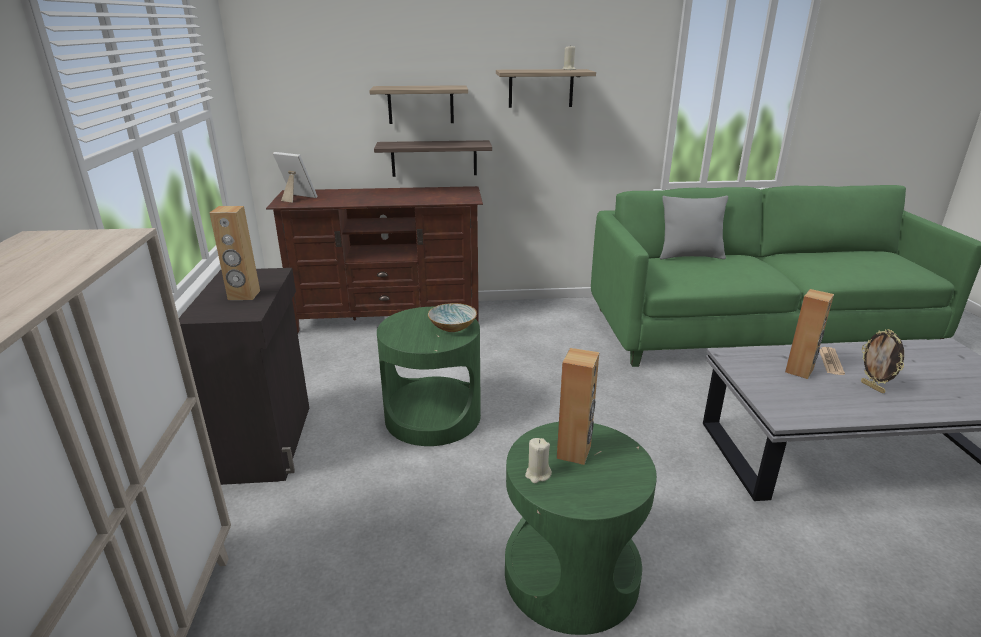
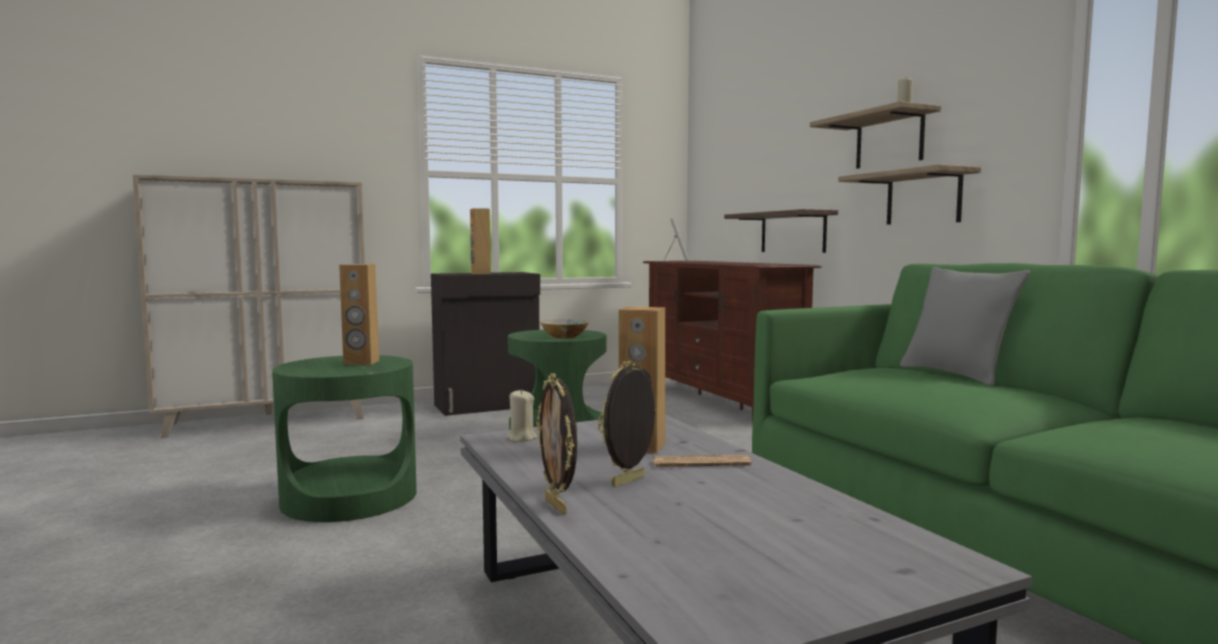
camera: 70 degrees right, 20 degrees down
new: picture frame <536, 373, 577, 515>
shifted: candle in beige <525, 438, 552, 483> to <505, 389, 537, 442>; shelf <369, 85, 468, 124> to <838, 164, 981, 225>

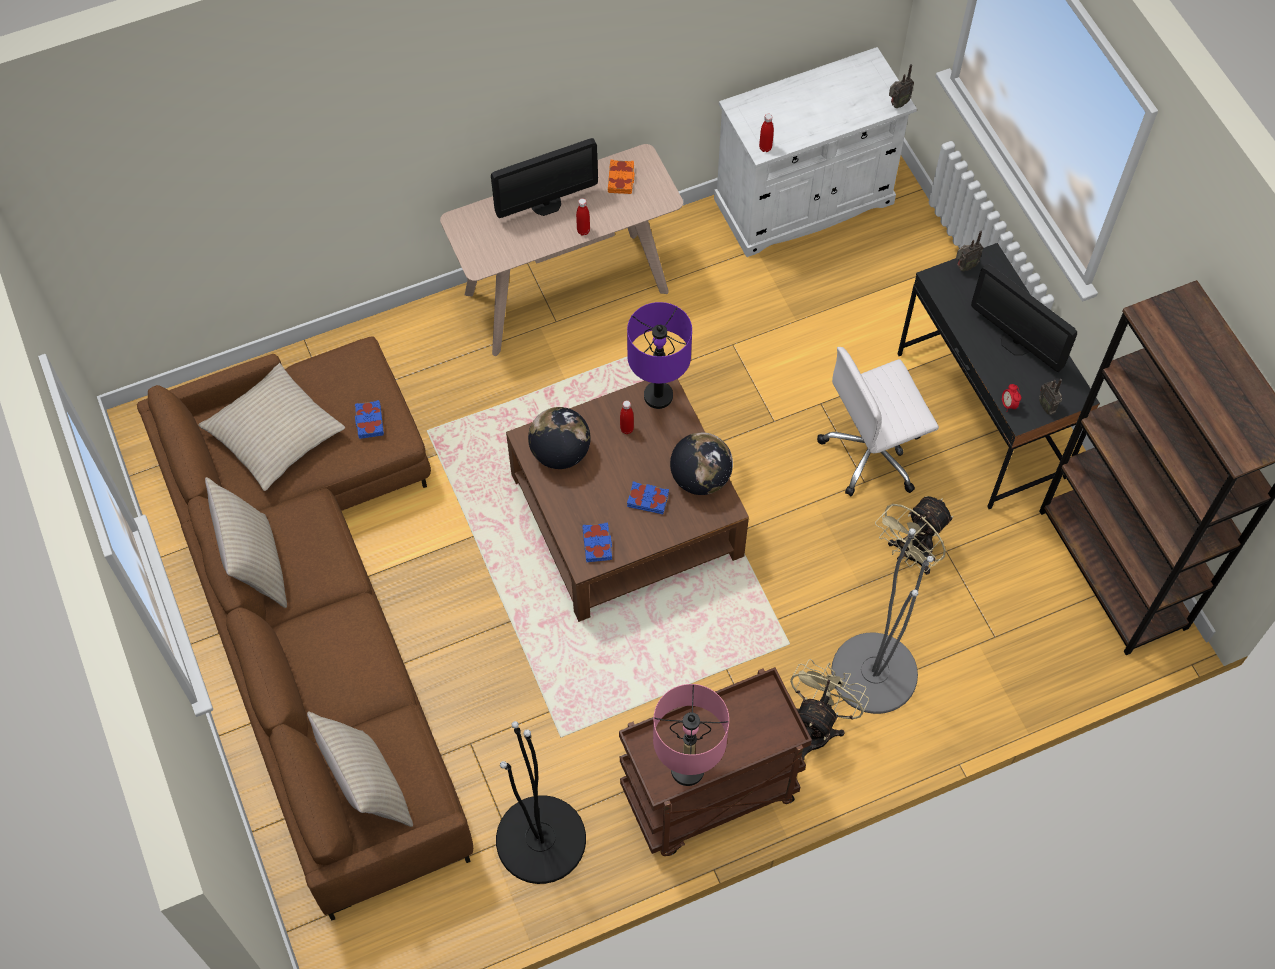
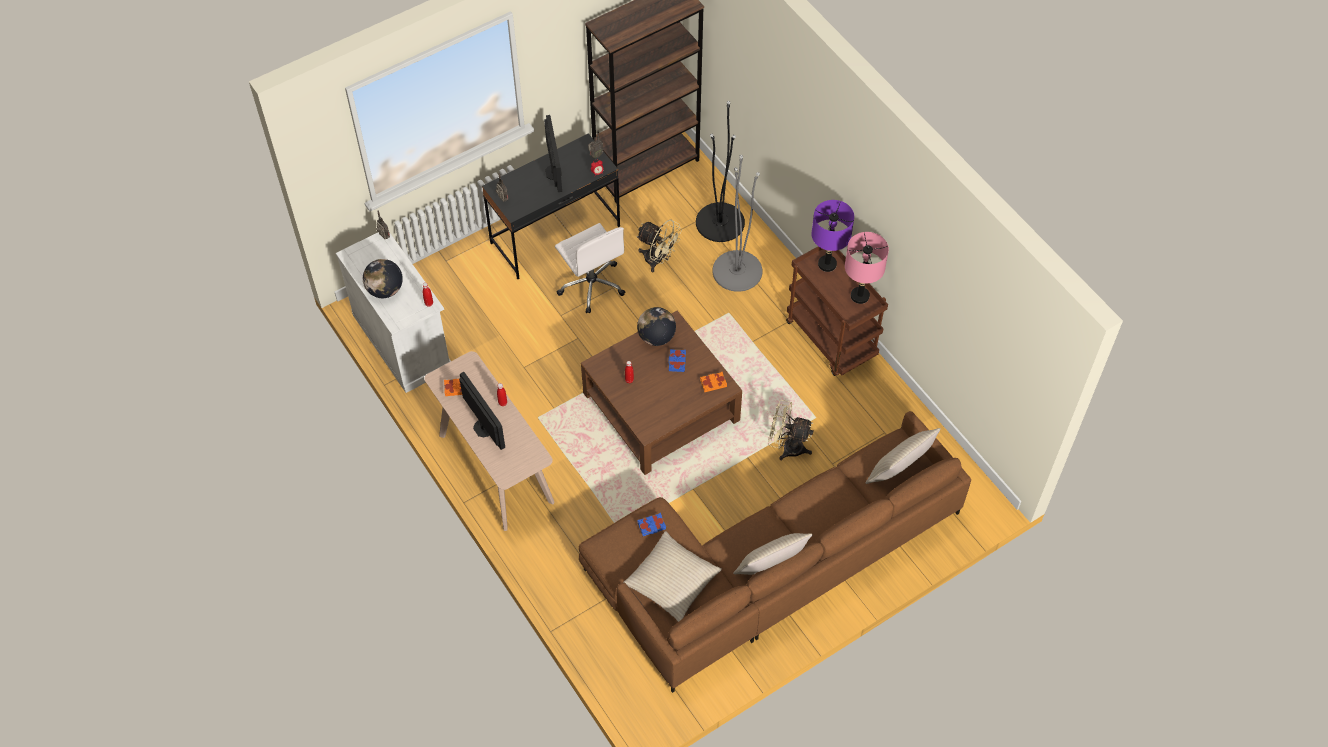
camera: 100 degrees left, 5 degrees down
shifted: globe <528, 407, 591, 469> to <363, 259, 403, 298>; floor lamp in black <496, 721, 586, 884> to <696, 101, 745, 242>; fan in beige <790, 659, 869, 760> to <768, 400, 814, 460>; table lamp in purple <627, 302, 692, 409> to <811, 200, 854, 272>
repainted: book in blue <583, 522, 612, 562> to book in orange <700, 372, 727, 392>
rotated: monitor <971, 264, 1077, 372> = <544, 115, 562, 192> 45 degrees counterclockwise

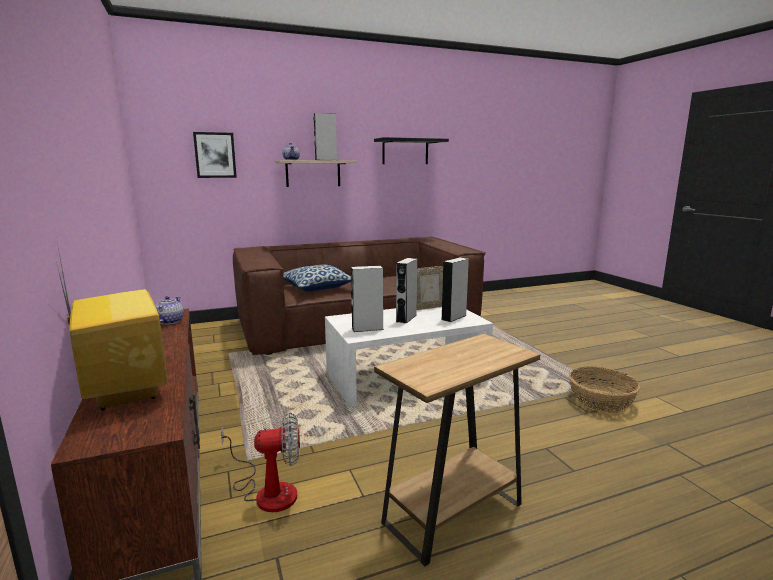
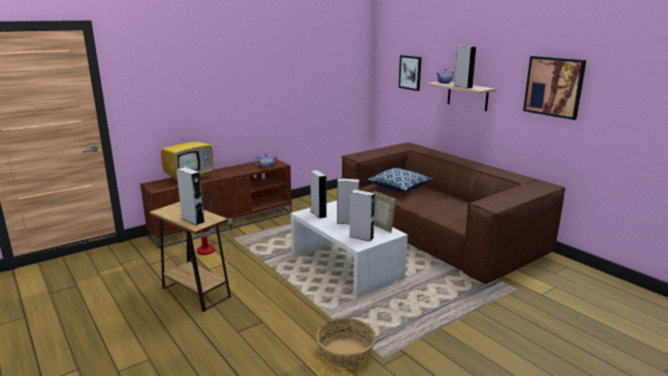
camera: 75 degrees right, 5 degrees up
new: speaker in grey <176, 167, 205, 226>
swapped: shelf in black <374, 137, 449, 164> to picture <523, 56, 586, 120>

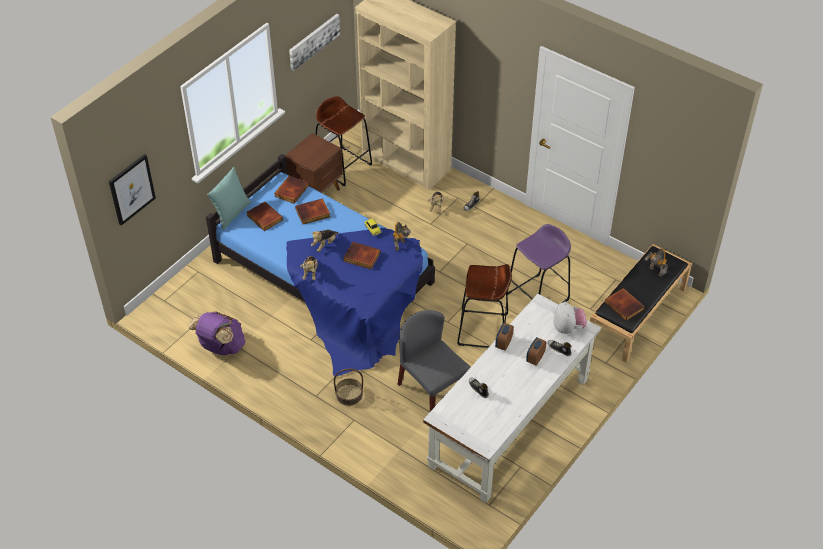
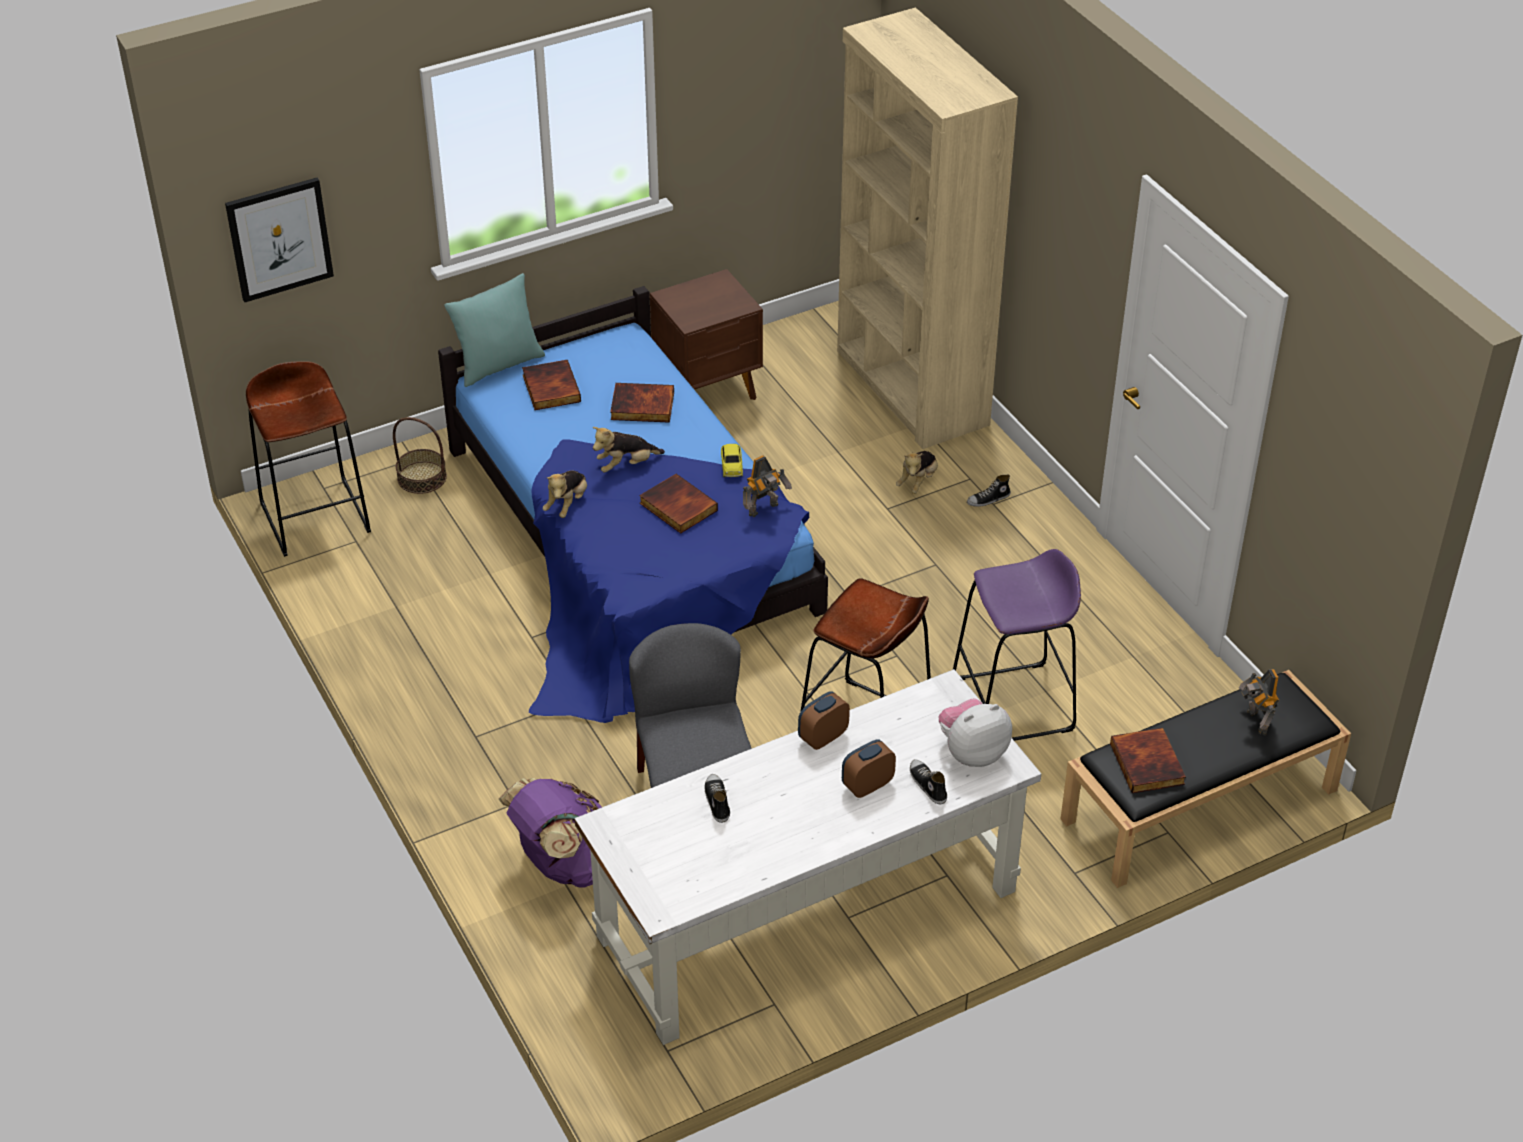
camera: 25 degrees right, 5 degrees down
gone: book <274, 176, 309, 204>; picture <289, 14, 340, 71>
shifted: stool in brown <316, 96, 372, 186> to <246, 361, 371, 557>; basket <334, 369, 363, 406> to <393, 417, 447, 494>; backpack in purple <188, 311, 245, 355> to <498, 778, 602, 888>
rotated: plush toy <554, 302, 587, 334> = <939, 698, 1012, 767> 135 degrees counterclockwise

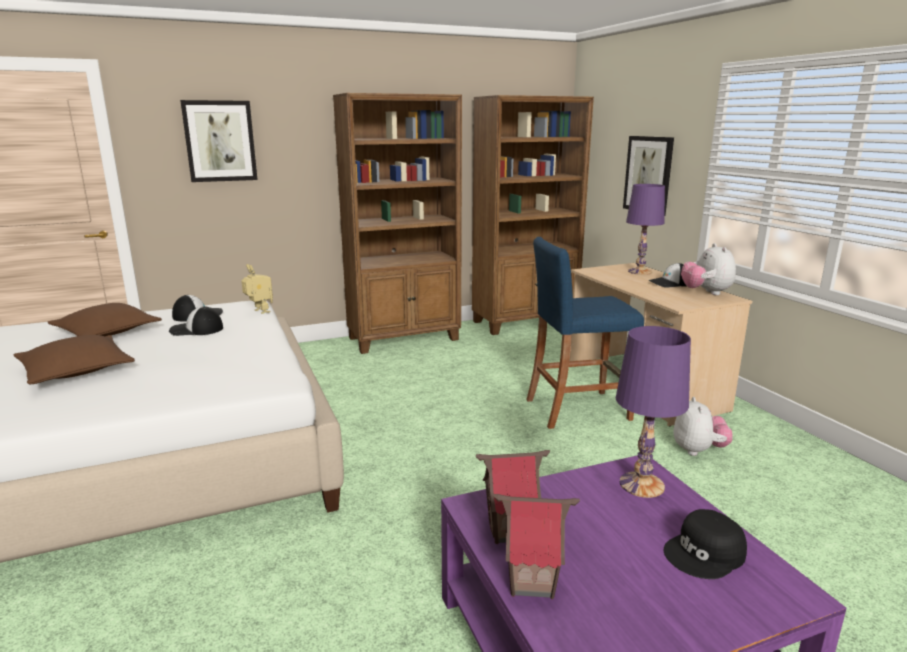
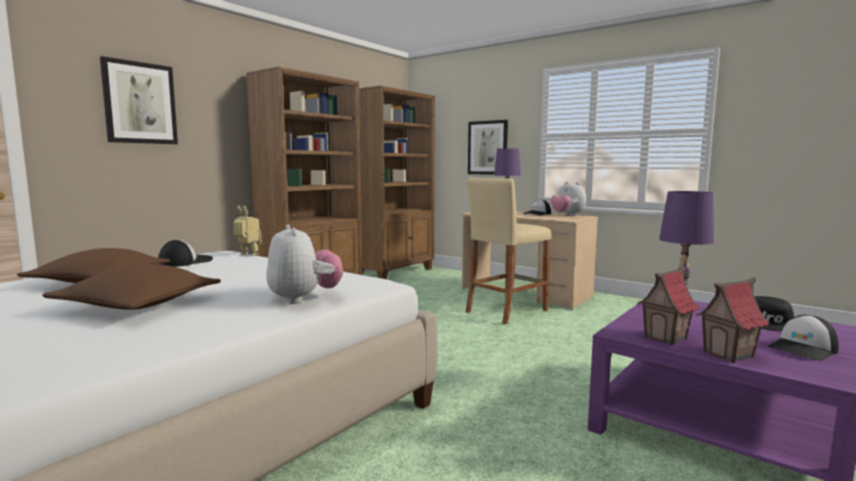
camera: 30 degrees left, 10 degrees down
shifted: plush toy <674, 397, 732, 456> to <266, 224, 343, 304>; cap <169, 306, 223, 336> to <768, 315, 839, 361>
repainted: stool in blue <526, 237, 644, 429> to stool in beige <465, 178, 551, 324>

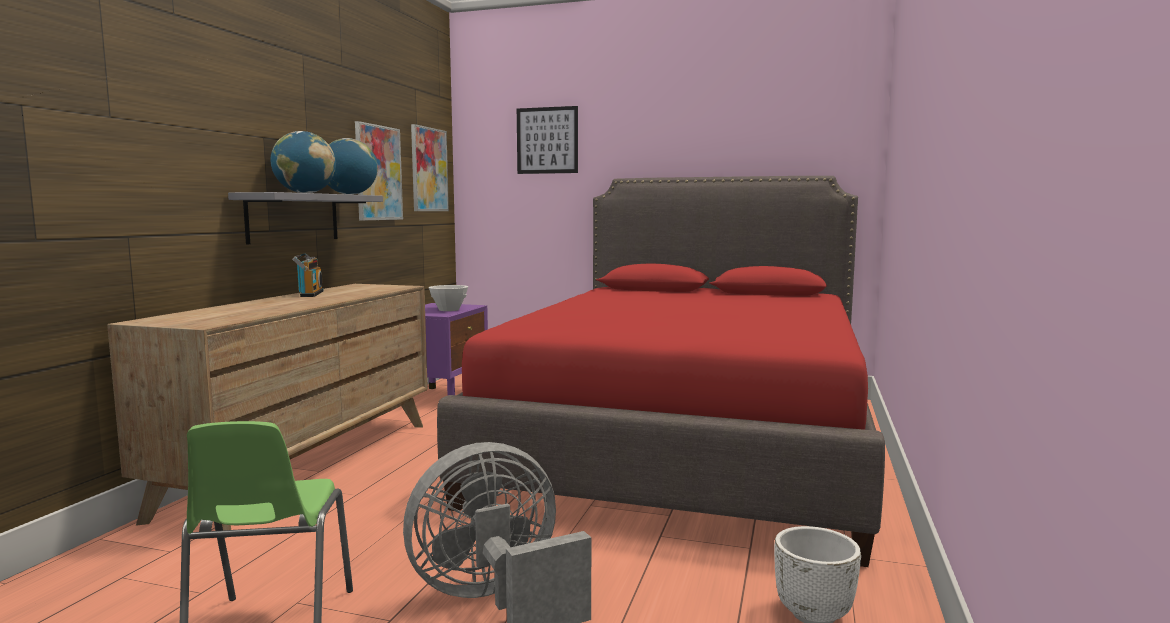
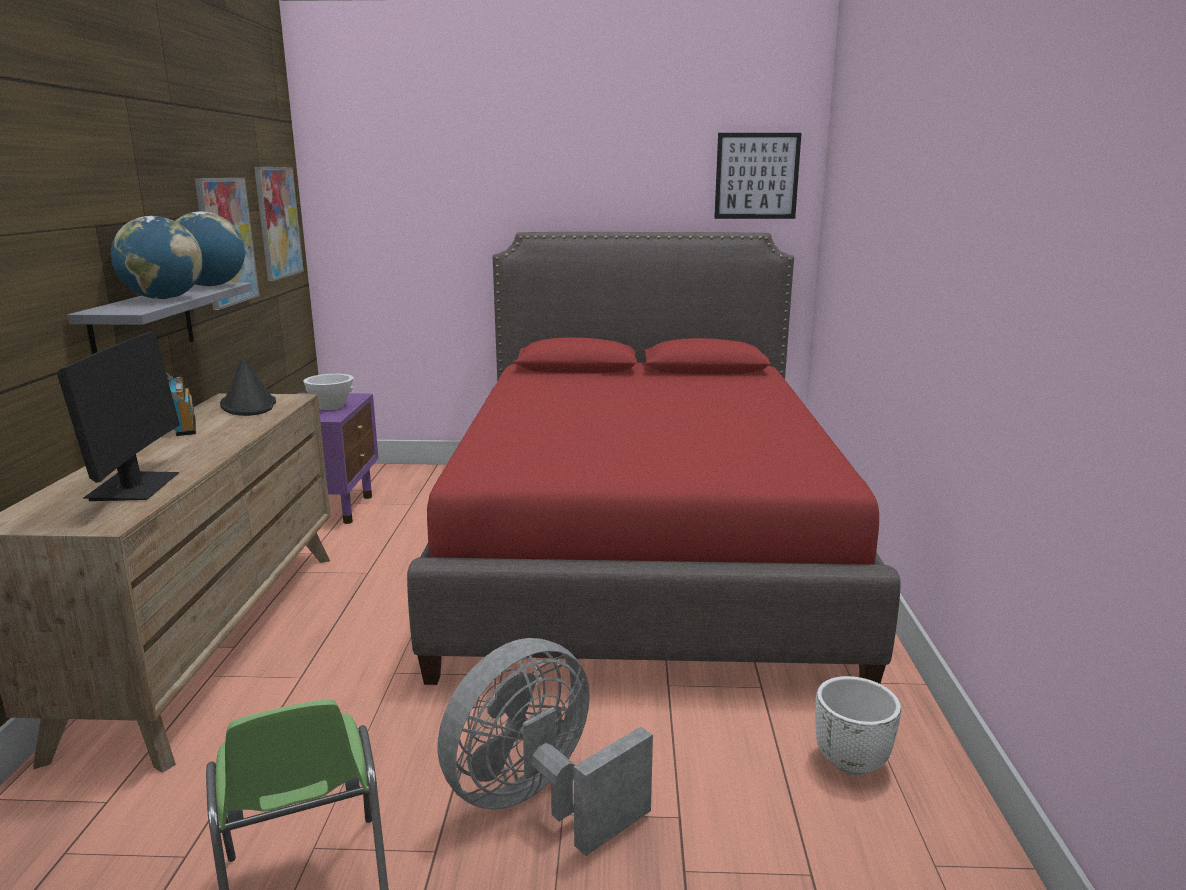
camera: 15 degrees left, 10 degrees up
new: monitor <57, 331, 180, 501>; hat in black <220, 357, 276, 416>
shifted: picture <517, 106, 578, 174> to <714, 133, 802, 219>

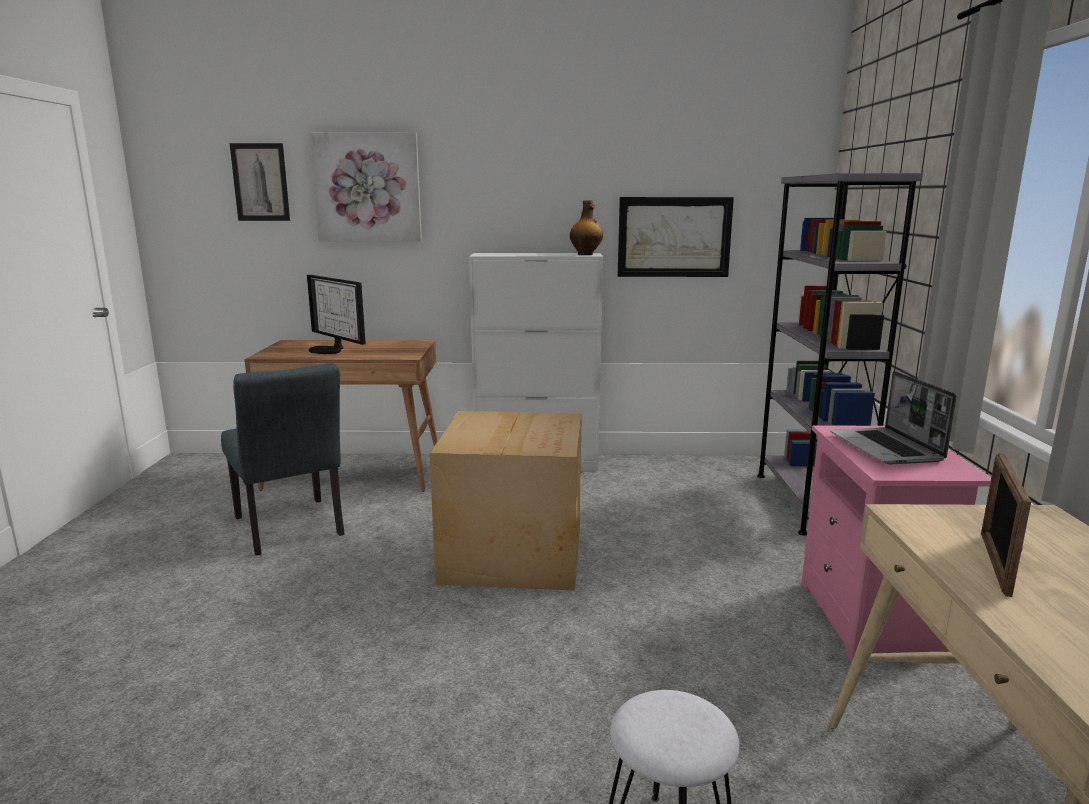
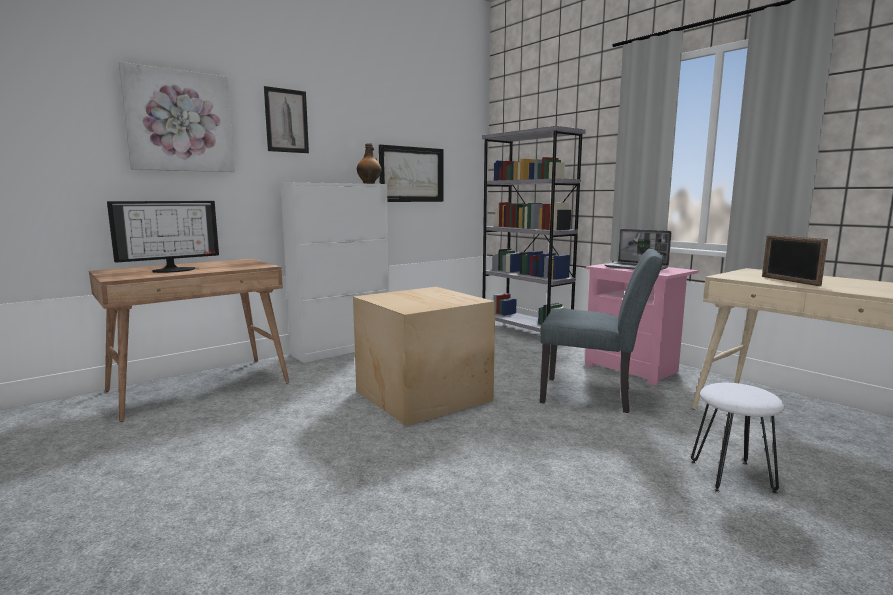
camera: 40 degrees left, 5 degrees down
shifted: picture <230, 143, 290, 221> to <264, 86, 309, 153>; chair in grey <221, 363, 345, 555> to <540, 249, 663, 413>
rotated: monitor <307, 275, 366, 354> = <107, 201, 219, 273> 45 degrees counterclockwise

